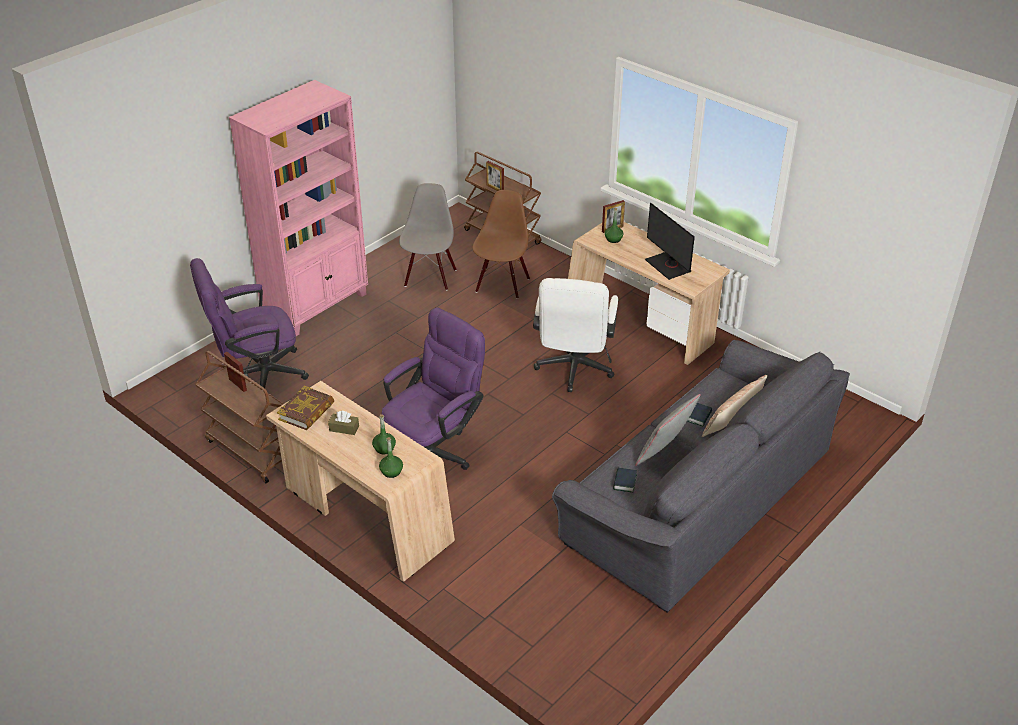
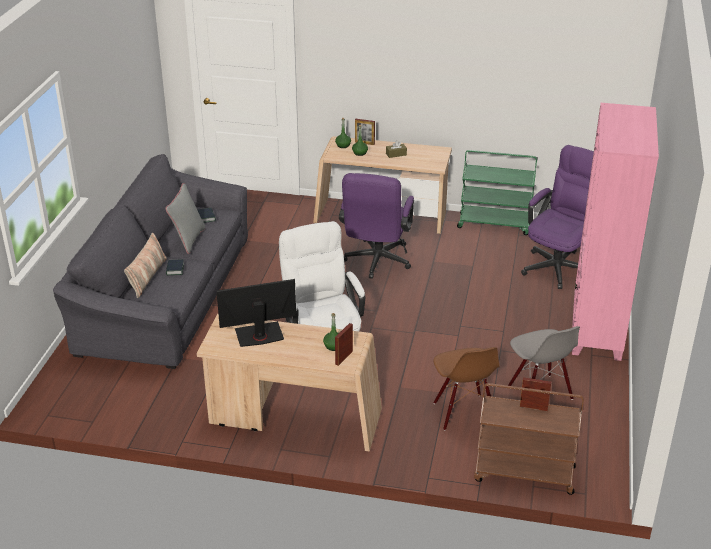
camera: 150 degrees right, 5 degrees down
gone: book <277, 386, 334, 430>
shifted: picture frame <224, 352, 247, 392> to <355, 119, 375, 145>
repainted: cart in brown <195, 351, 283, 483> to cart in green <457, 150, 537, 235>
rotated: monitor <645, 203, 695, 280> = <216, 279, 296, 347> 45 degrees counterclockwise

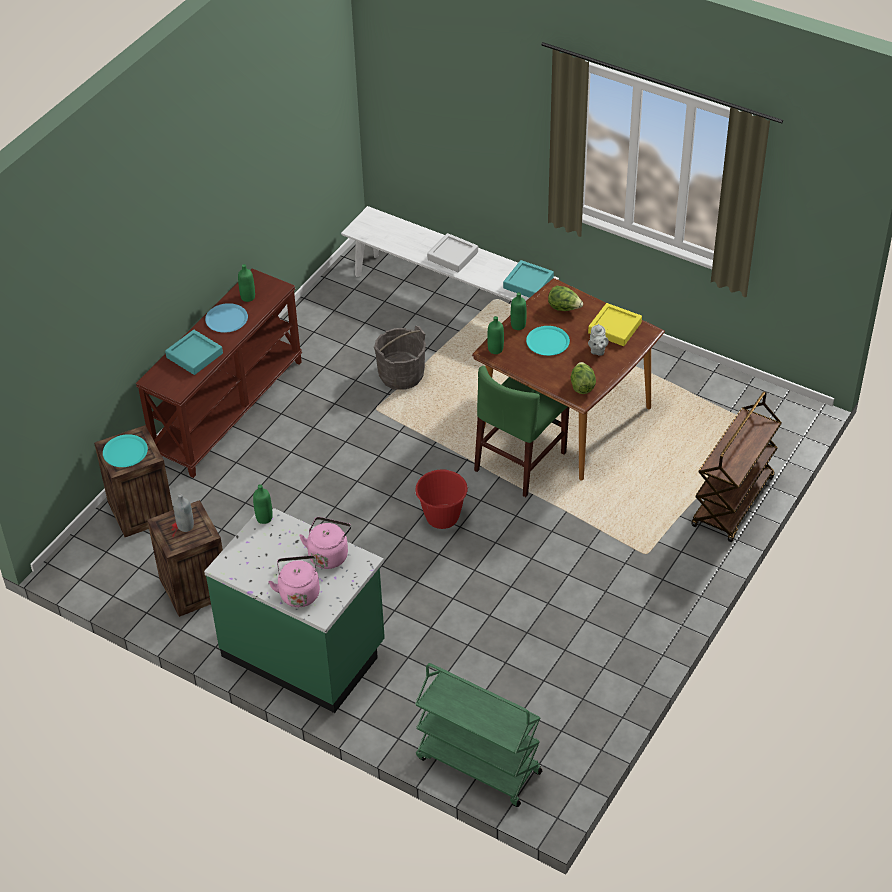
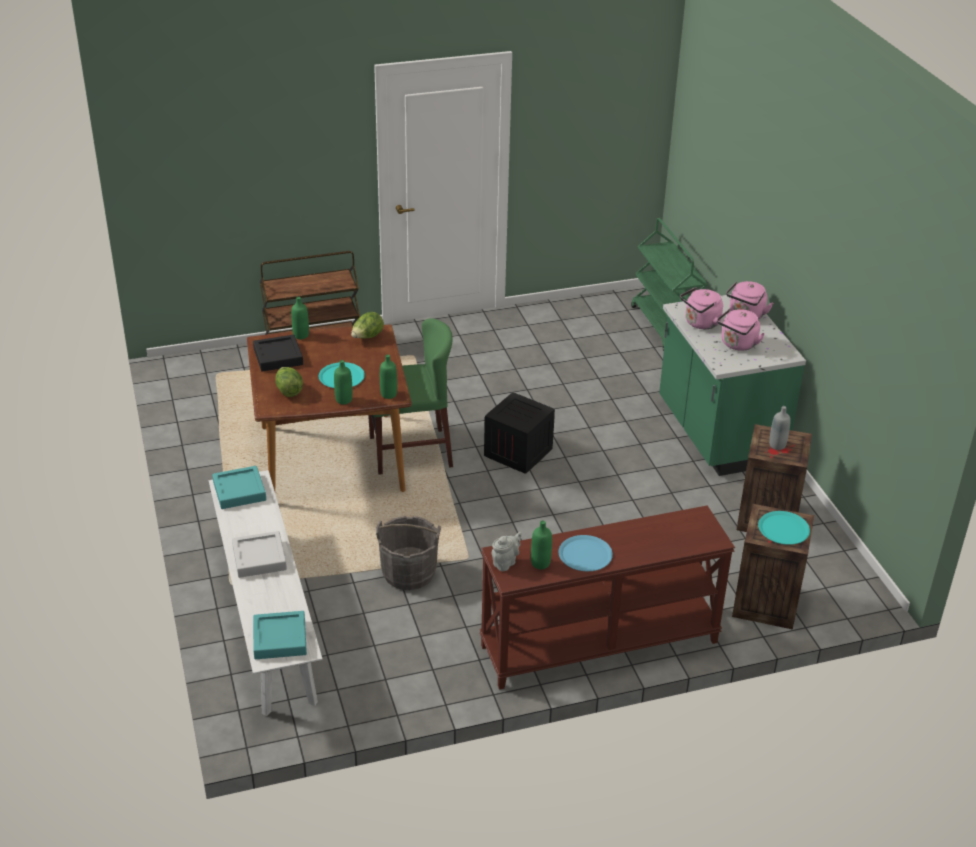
camera: 140 degrees left, 10 degrees down
new: kettle in pink <717, 309, 765, 351>
shifted: tray in turquoise <165, 330, 223, 375> to <253, 611, 307, 659>; bottle in green <253, 484, 273, 524> to <291, 297, 309, 339>; teapot in grey <588, 324, 609, 356> to <492, 532, 522, 571>
swapped: bucket in red <416, 470, 468, 529> to crate <484, 392, 555, 474>
repainted: tray in yellow <588, 303, 642, 346> to tray in black <253, 335, 303, 372>

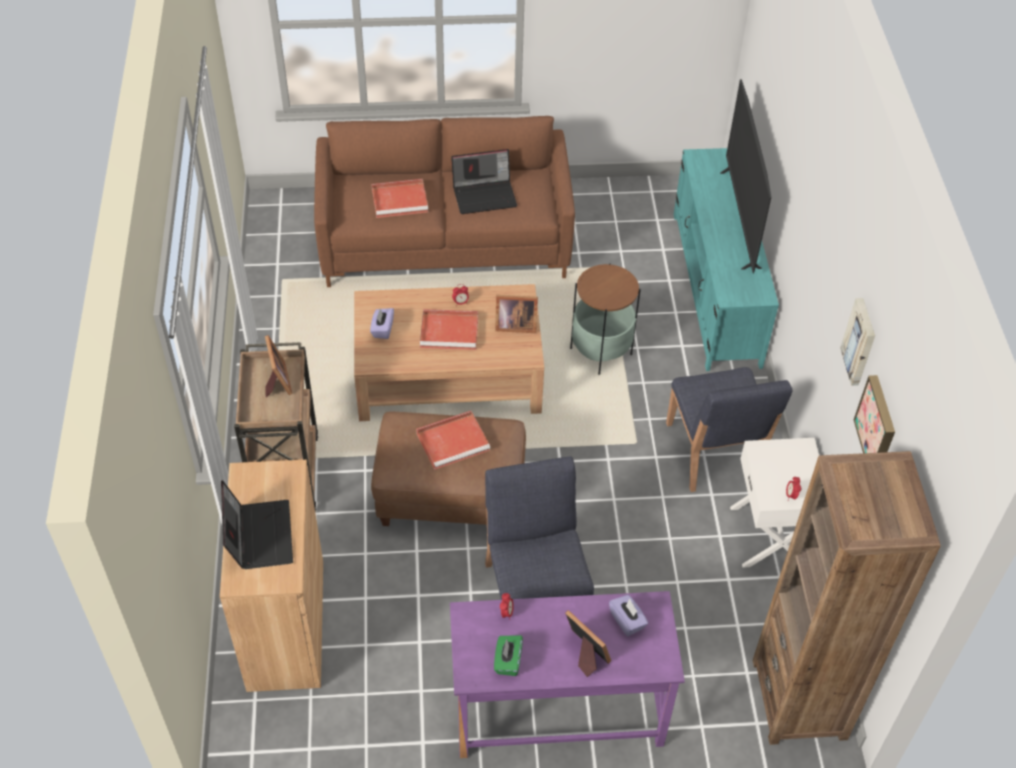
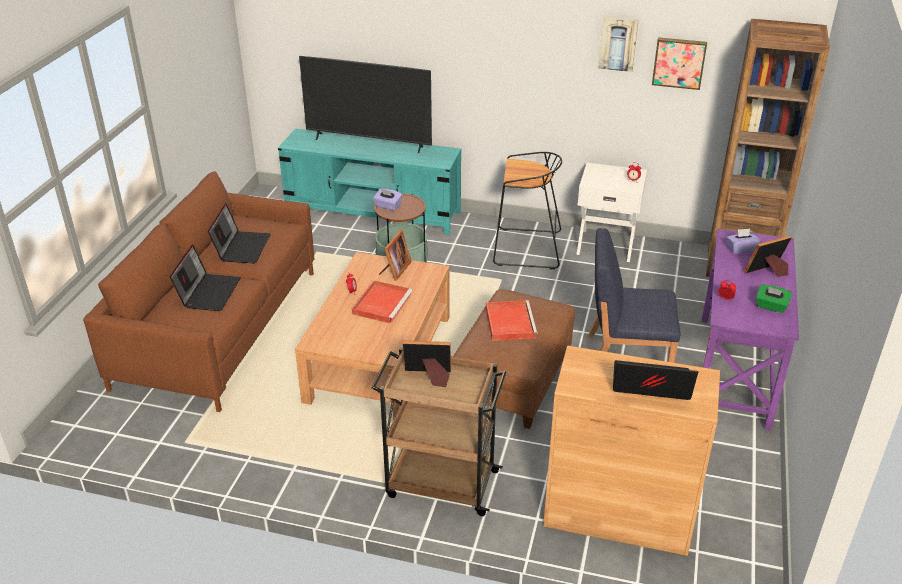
camera: 70 degrees left, 15 degrees down
shifted: tissue box in purple <370, 308, 394, 339> to <373, 188, 403, 211>
swapped: tray in red <371, 179, 428, 218> to laptop <170, 244, 241, 311>; chair in blue <666, 367, 792, 492> to stool in black <493, 152, 562, 269>

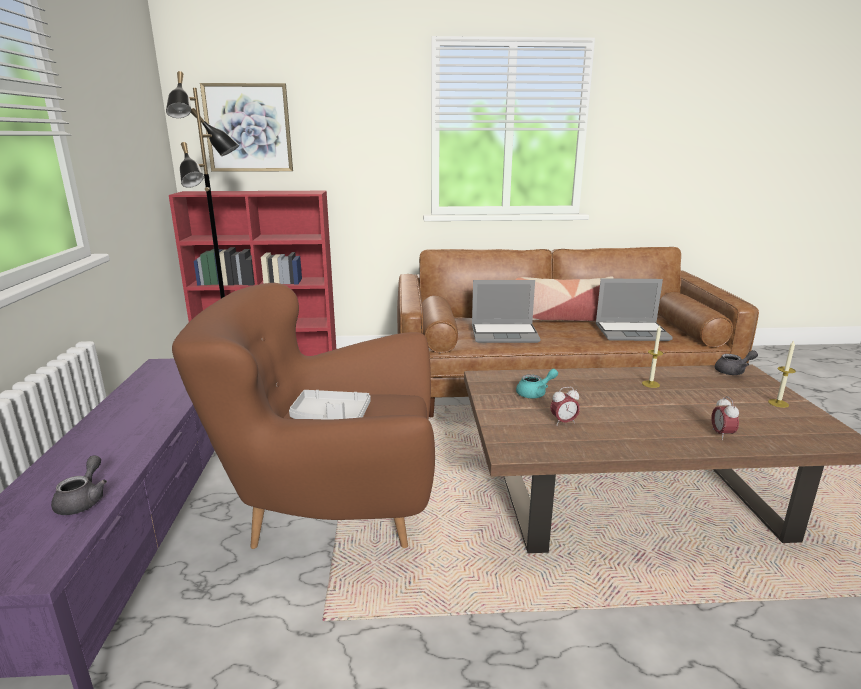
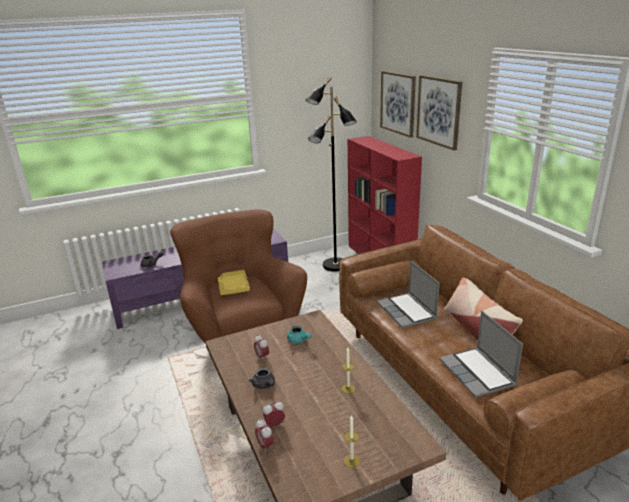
camera: 70 degrees right, 5 degrees up
new: alarm clock <255, 419, 274, 452>; picture <416, 75, 462, 150>
shifted: teapot in grey <715, 350, 758, 375> to <249, 368, 275, 389>
repainted: tray in grey <289, 390, 371, 420> to tray in yellow <218, 270, 250, 295>

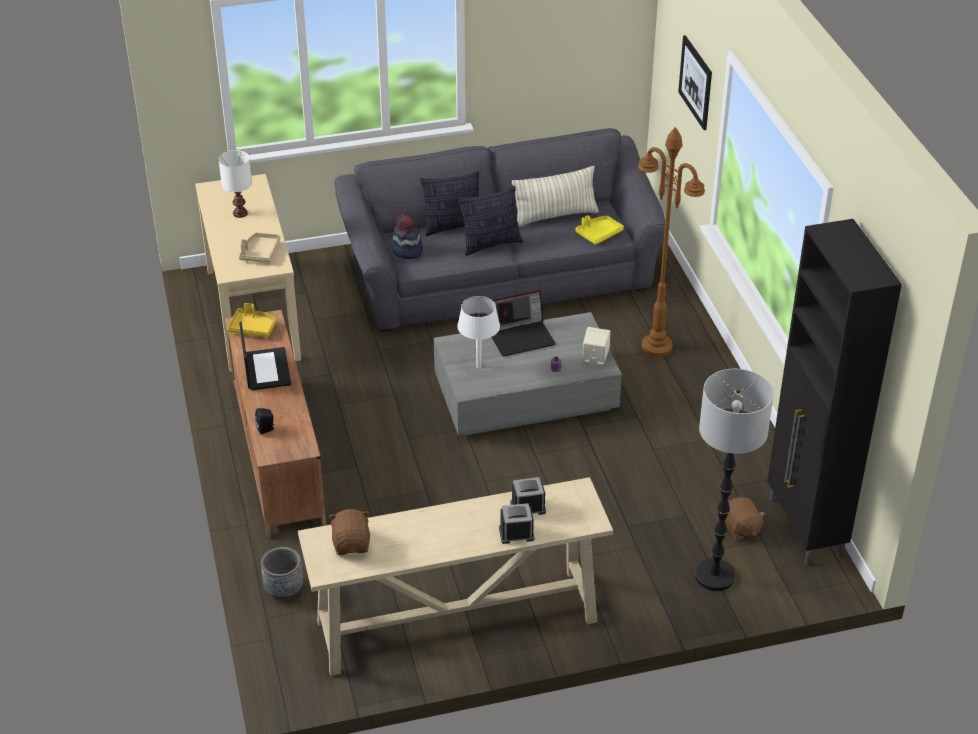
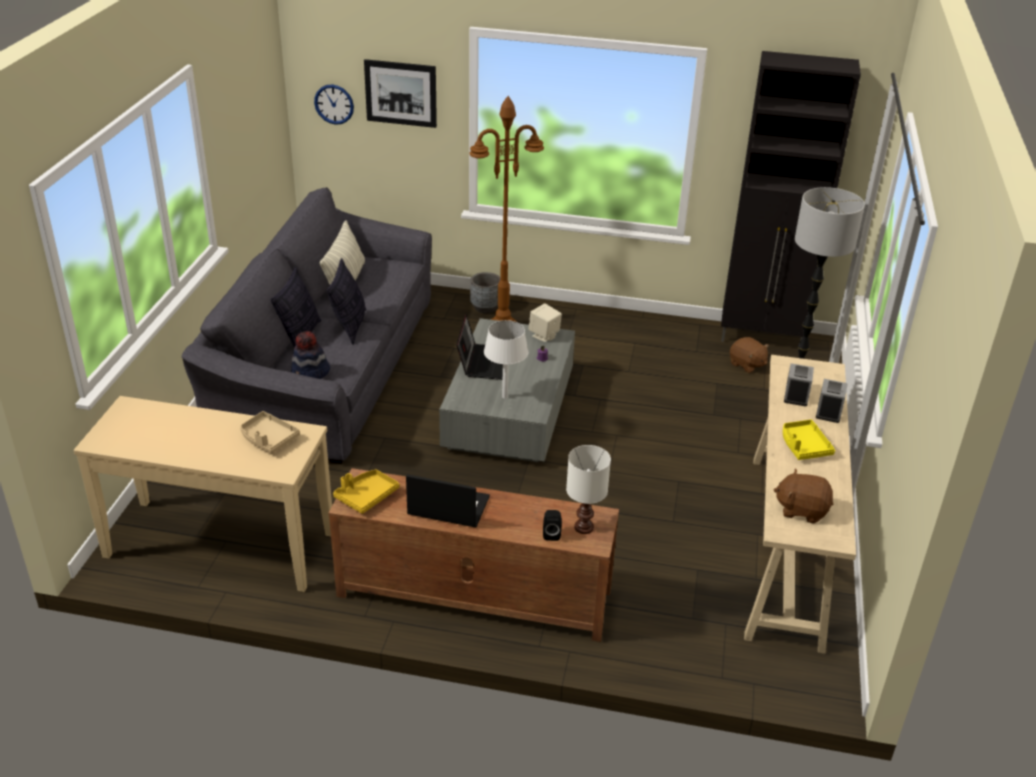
camera: 65 degrees left, 5 degrees down
new: wall clock <314, 85, 354, 125>
shifted: planter in grey <261, 547, 303, 600> to <470, 272, 500, 313>; table lamp in white <218, 150, 252, 218> to <566, 445, 611, 534>; tray in yellow <575, 215, 624, 244> to <783, 420, 835, 460>
rotated: plush toy in brown <725, 497, 766, 541> = <730, 337, 769, 373> 45 degrees clockwise

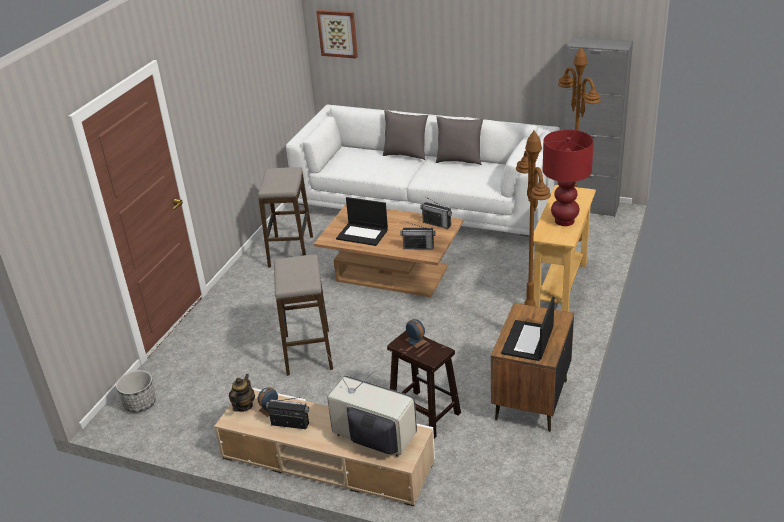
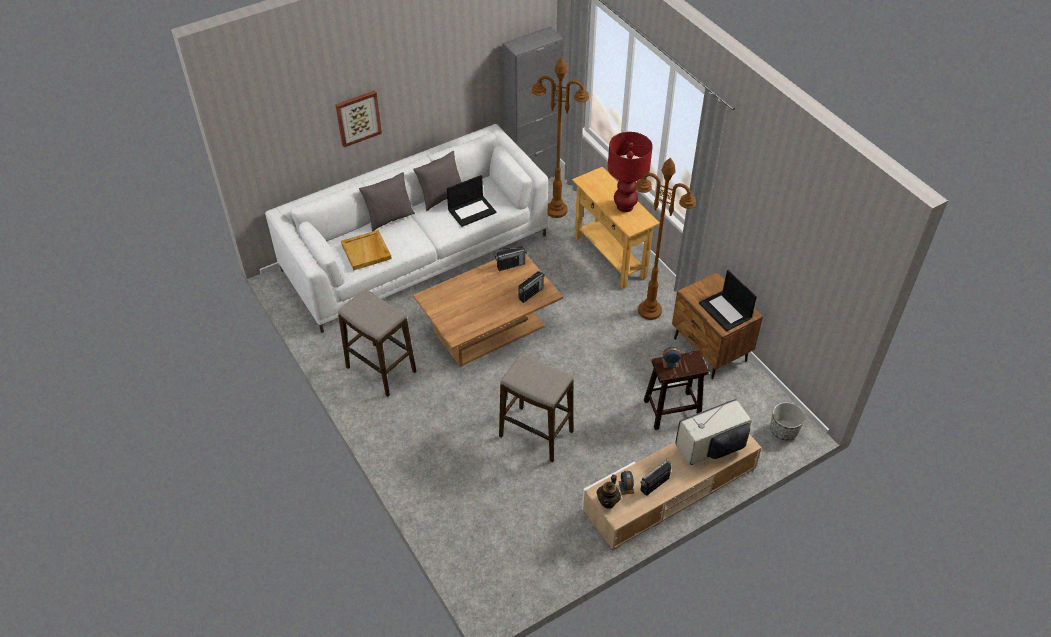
camera: 55 degrees left, 15 degrees up
new: tray in beige <341, 230, 392, 271>
shifted: picture <316, 10, 358, 58> to <335, 91, 382, 147>; laptop <336, 197, 388, 246> to <447, 175, 497, 227>; planter <116, 370, 156, 413> to <770, 402, 805, 440>
rotated: teapot <229, 374, 255, 412> = <597, 474, 621, 509> 120 degrees counterclockwise

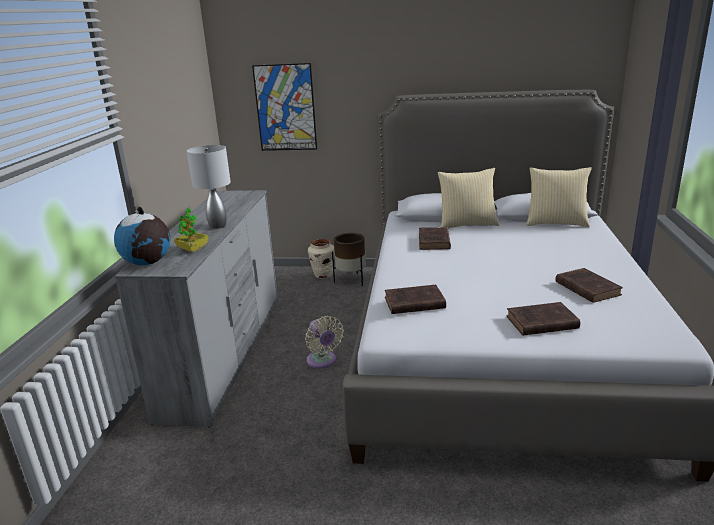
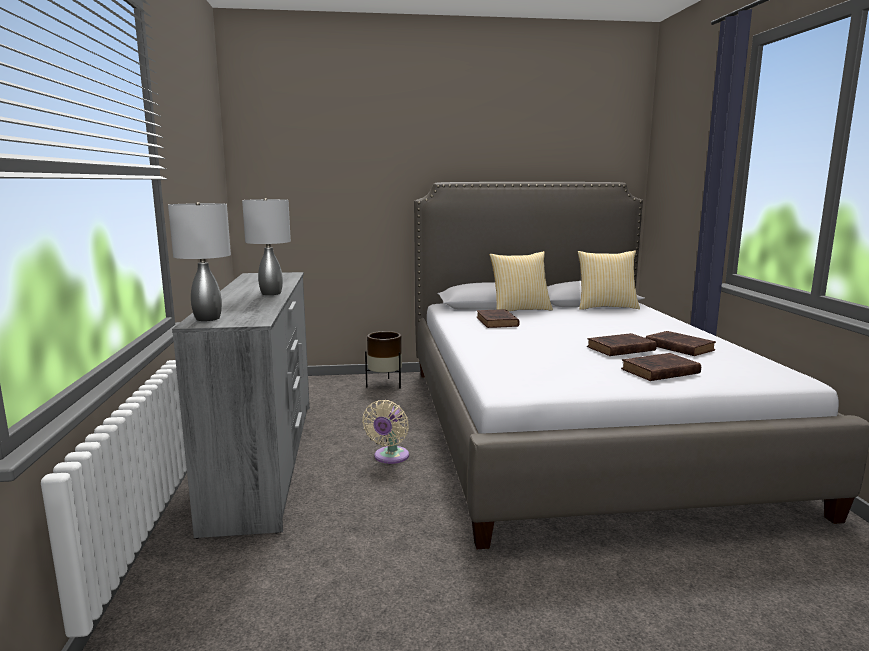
camera: 15 degrees left, 10 degrees down
gone: potted plant <174, 208, 209, 252>; picture <252, 63, 317, 151>; vase in beige <308, 239, 334, 279>
shifted: book in brown <385, 285, 446, 314> to <587, 333, 657, 356>
swapped: globe <114, 206, 170, 266> to table lamp in grey <168, 202, 231, 321>
rotated: fan in beige <305, 316, 344, 368> = <362, 400, 409, 464> 60 degrees clockwise

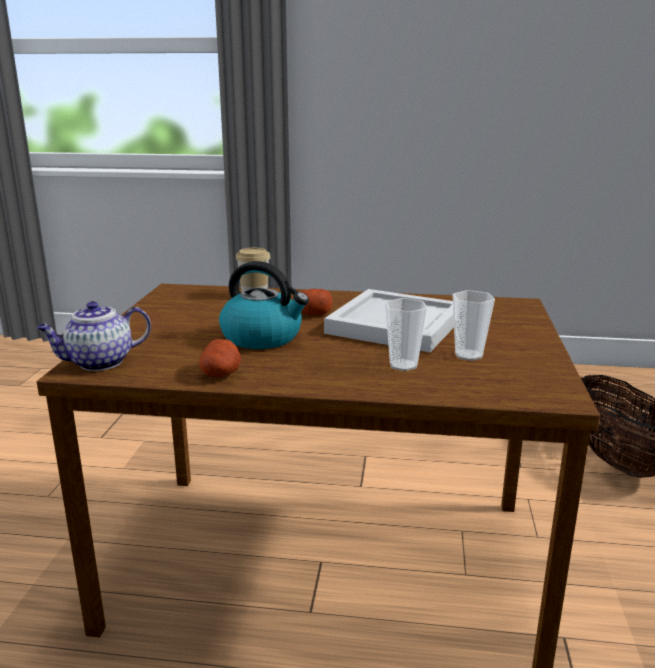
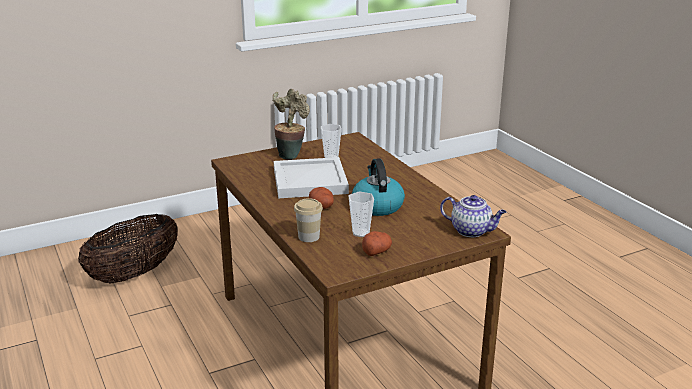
camera: 125 degrees left, 5 degrees up
new: potted plant <272, 89, 310, 159>
shifted: cup <385, 298, 427, 371> to <348, 192, 374, 237>; potato <199, 339, 241, 377> to <362, 231, 392, 256>

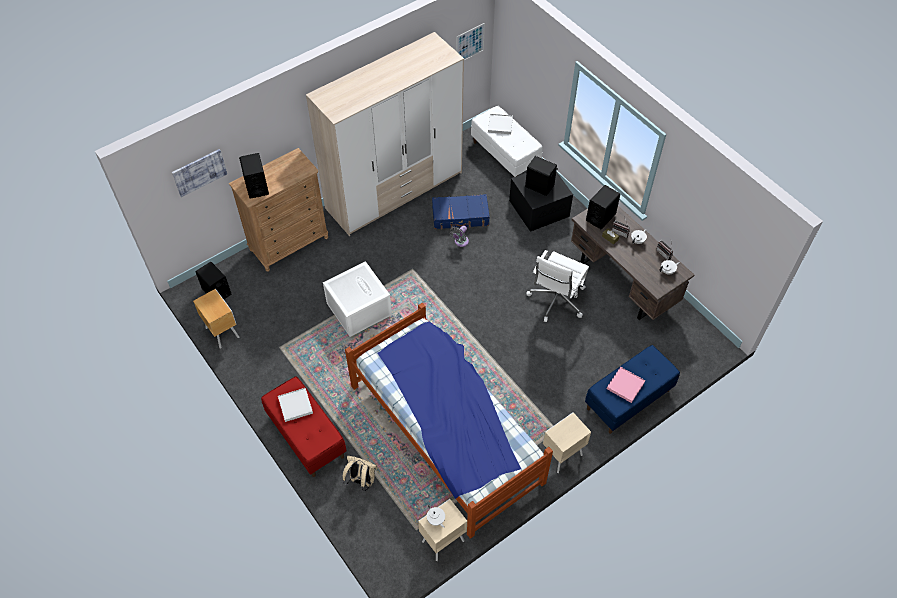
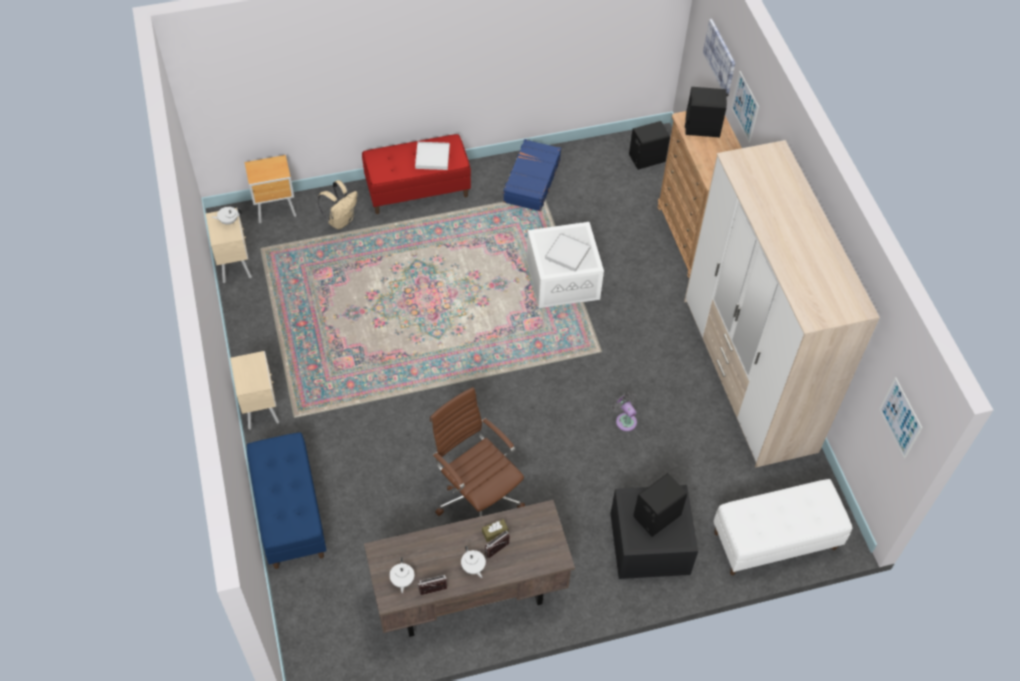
camera: 110 degrees right, 0 degrees up
gone: bed <345, 303, 553, 539>; speaker in black <586, 185, 620, 229>; tray in pink <607, 367, 645, 403>
new: picture <731, 71, 759, 143>
shifted: nightstand in brown <193, 289, 239, 349> to <245, 155, 297, 223>; suitcase in blue <432, 194, 490, 229> to <502, 139, 561, 212>; tray in white <488, 114, 513, 134> to <545, 233, 591, 272>
repainted: office chair in white <526, 250, 589, 322> to office chair in brown <430, 387, 525, 517>

